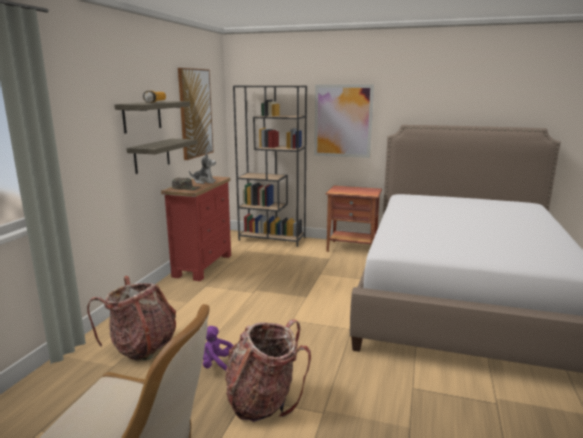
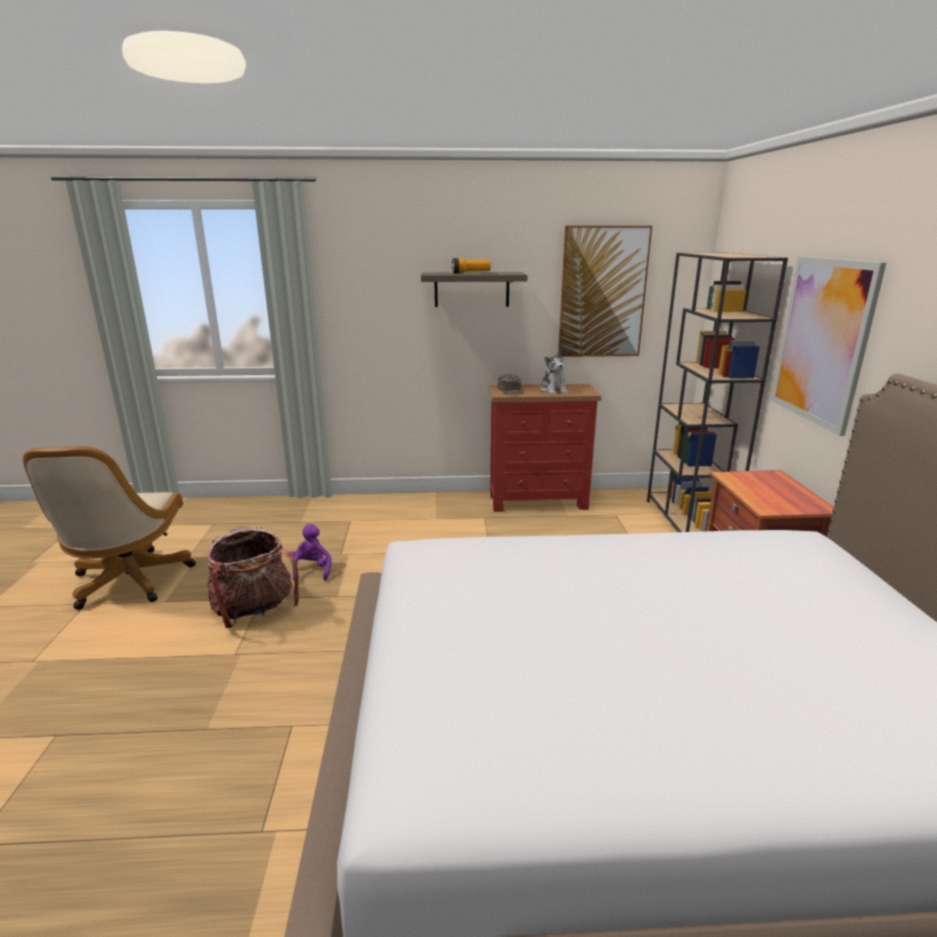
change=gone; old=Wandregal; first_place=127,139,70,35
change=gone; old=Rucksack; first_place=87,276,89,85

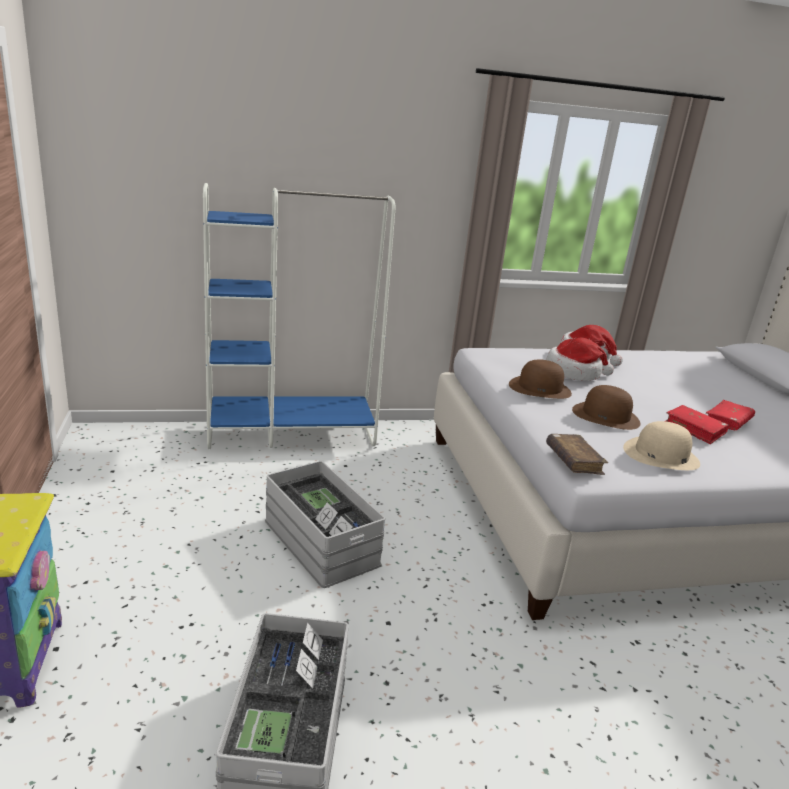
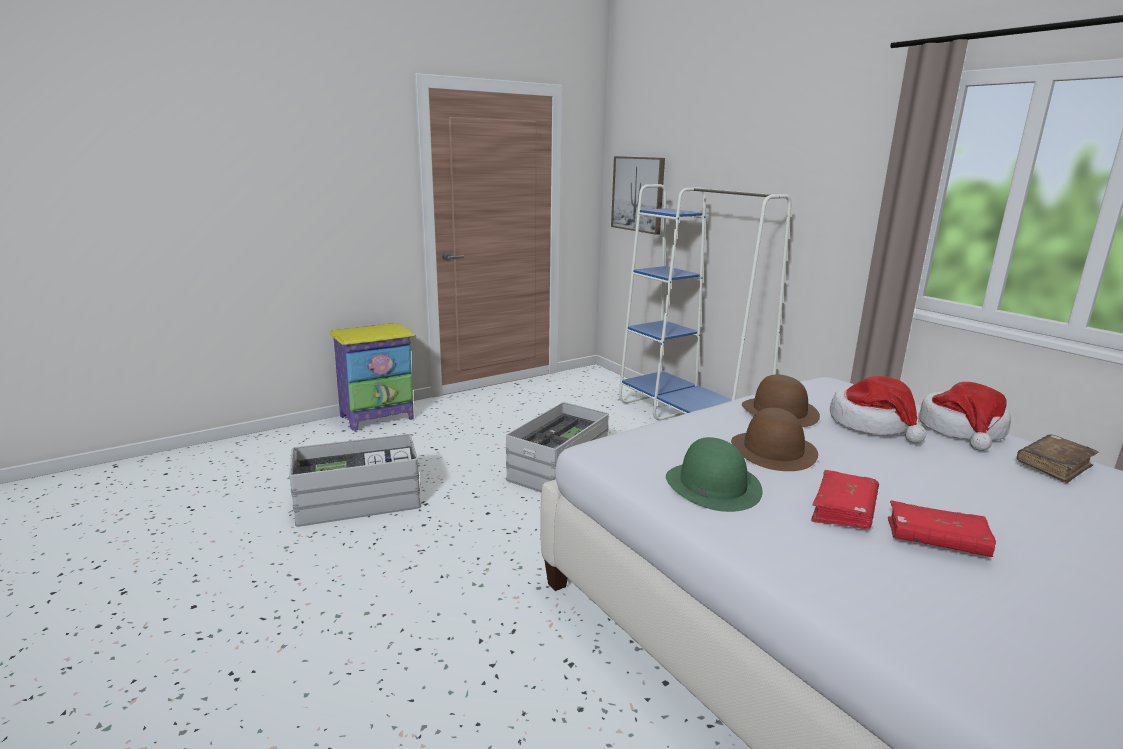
change=repainted; old=Hut [beige]; new=Hut [grün]; first_place=623,421,77,49; second_place=666,437,97,75
change=shifted; old=Buch [braun]; first_place=546,434,62,41; second_place=1017,435,81,49
change=new; new=Bild; second_place=611,156,54,79

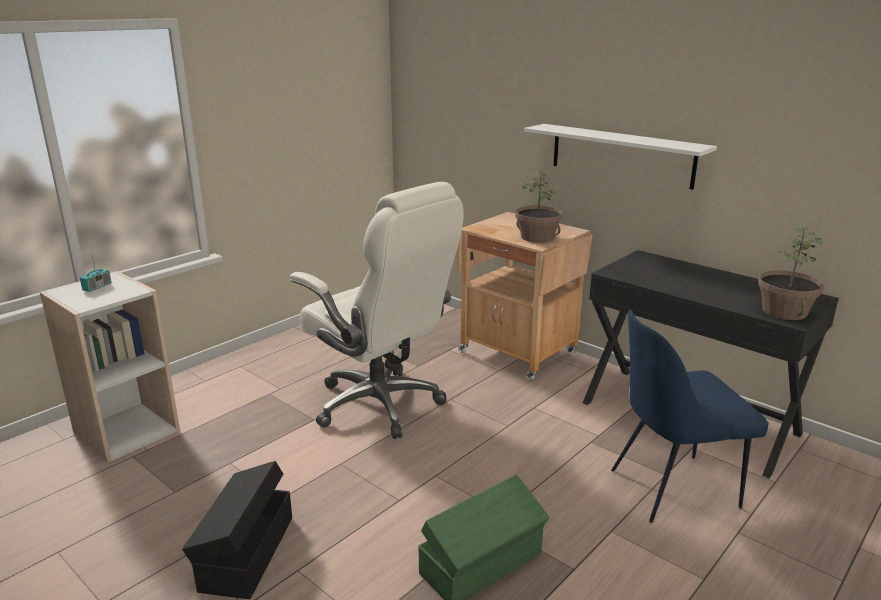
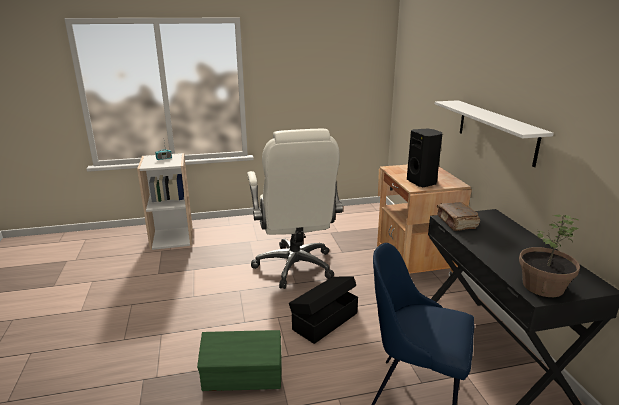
change=swapped; old=Topfpflanze; new=Lautsprecher [schwarz]; first_place=515,171,48,72; second_place=407,129,35,58
change=shifted; old=Aufbewahrungsbox [schwarz]; first_place=182,461,110,138; second_place=289,276,69,68
change=new; new=Buch [braun]; second_place=437,202,43,29

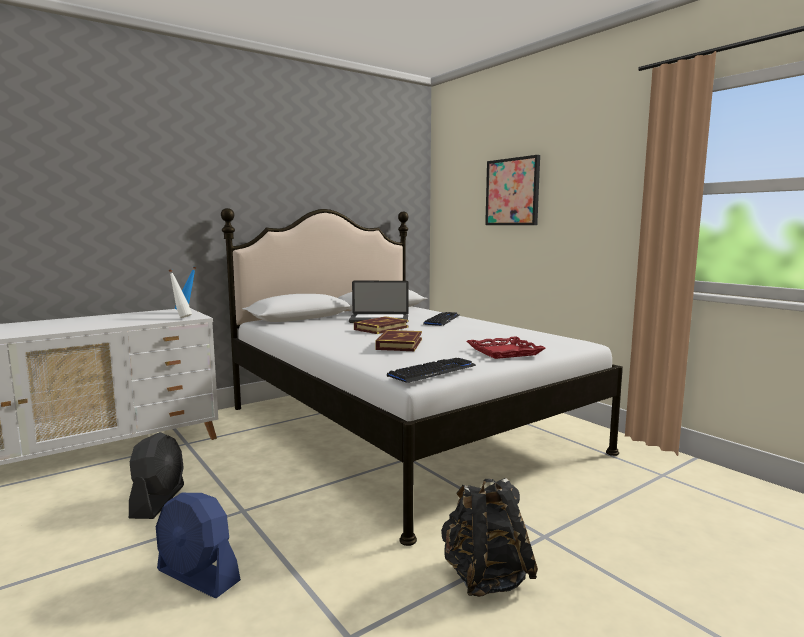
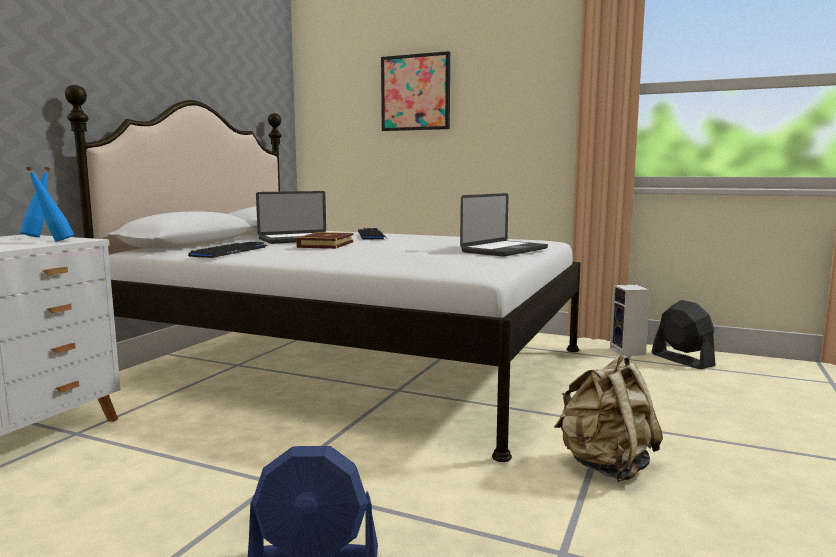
change=repainted; old=Flasche [weiß]; new=Flasche [blau]; first_place=168,269,24,49; second_place=26,166,48,76
change=gone; old=Buch; first_place=376,330,46,21
change=swapped; old=Tablett [rot]; new=Laptop; first_place=467,336,79,23; second_place=460,193,88,64
change=shifted; old=Tastatur; first_place=387,358,89,25; second_place=188,241,80,17
change=shifted; old=Ventilator [schwarz]; first_place=129,432,55,87; second_place=652,300,64,69
change=repainted; old=Rucksack [schwarz]; new=Rucksack [beige]; first_place=441,478,97,119; second_place=554,355,109,127
change=new; new=Lautsprecher; second_place=610,285,40,71

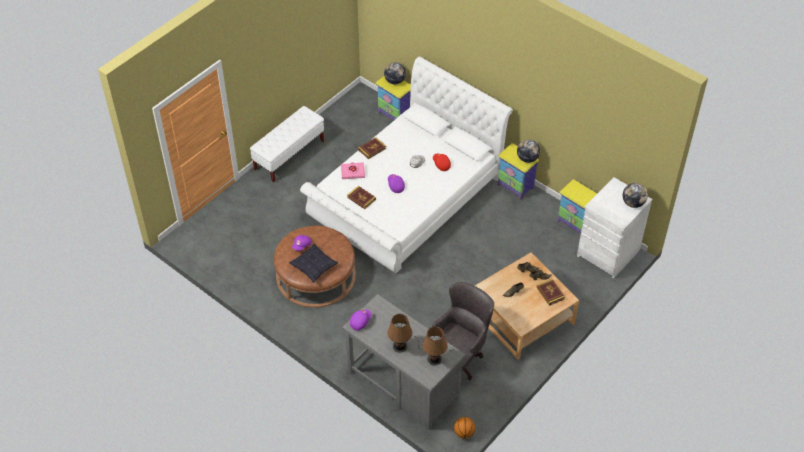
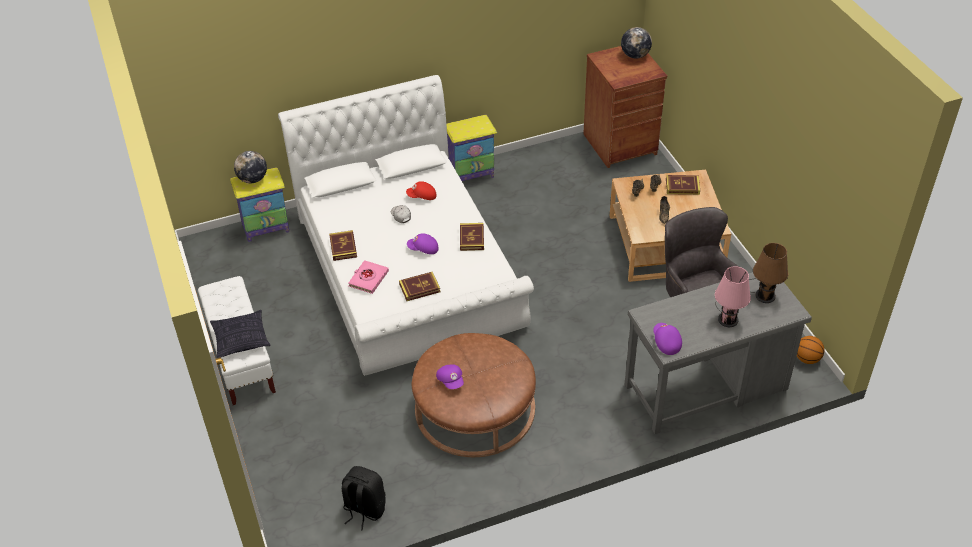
change=gone; old=Globus; first_place=517,139,23,24
change=repainted; old=Kommode [weiß]; new=Kommode [braun]; first_place=577,177,75,102; second_place=583,46,84,122
change=gone; old=Nachttisch; first_place=557,179,40,56
change=shifted; old=Kissen; first_place=289,243,49,40; second_place=210,310,61,48
change=repainted; old=Tischlampe [braun]; new=Tischlampe [rosa]; first_place=387,314,34,39; second_place=715,266,36,61
change=new; new=Buch; second_place=460,223,24,28
change=new; new=Rucksack [schwarz]; second_place=342,466,44,65

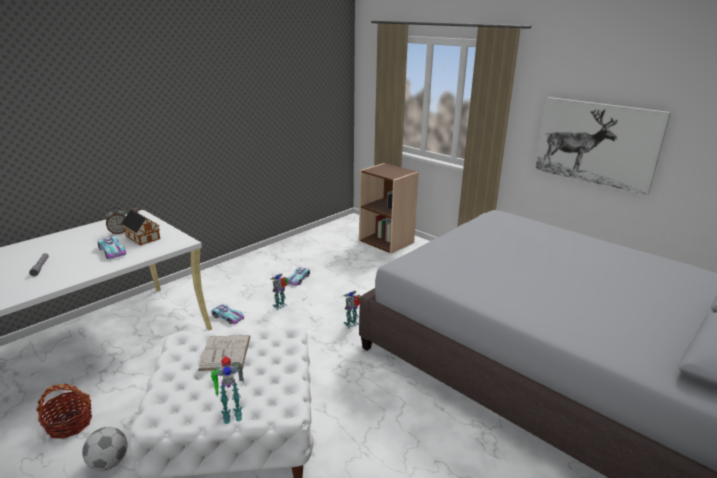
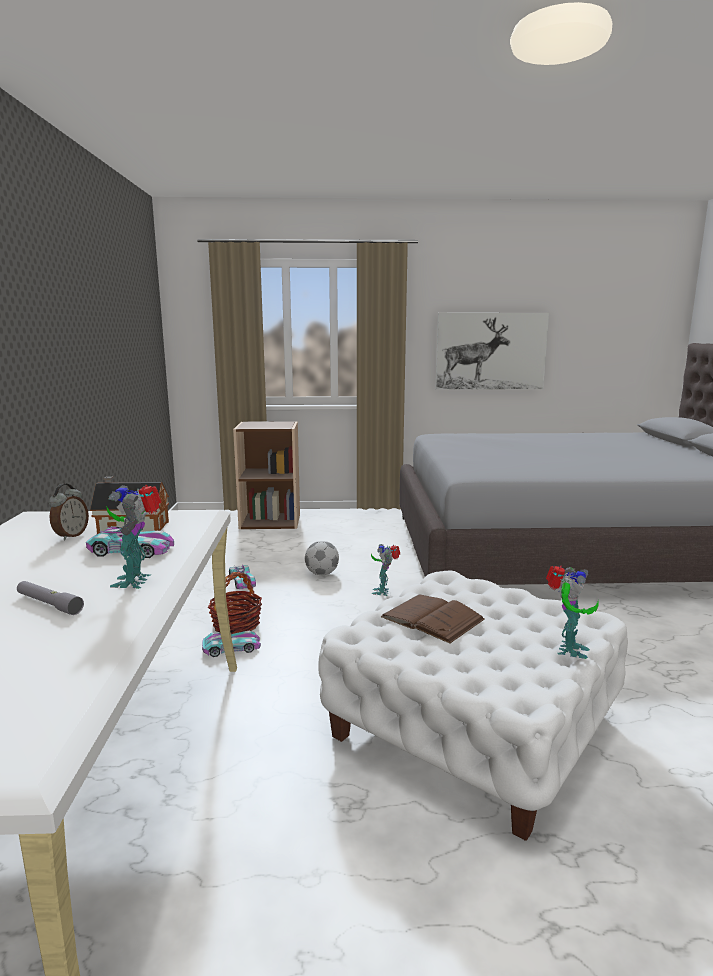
change=shifted; old=Spielzeugroboter; first_place=271,274,18,36; second_place=106,485,55,104
change=repainted; old=Buch [weiß]; new=Buch [braun]; first_place=198,335,52,36; second_place=381,594,104,50
change=shifted; old=Korb; first_place=36,384,56,55; second_place=208,572,54,62
change=shifted; old=Fußball; first_place=82,427,46,44; second_place=305,541,34,34

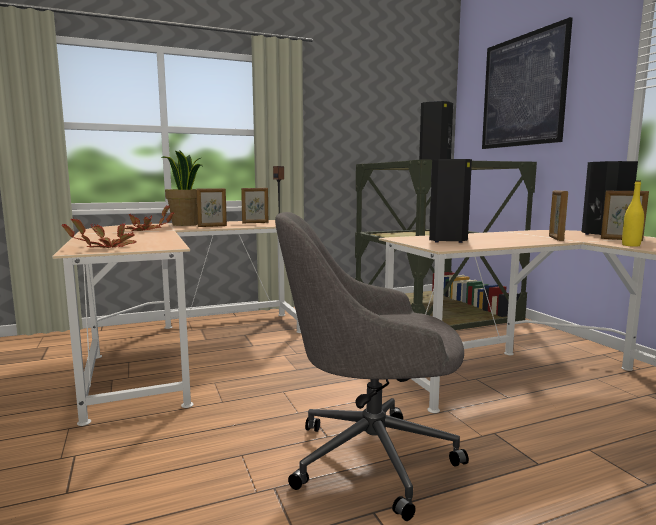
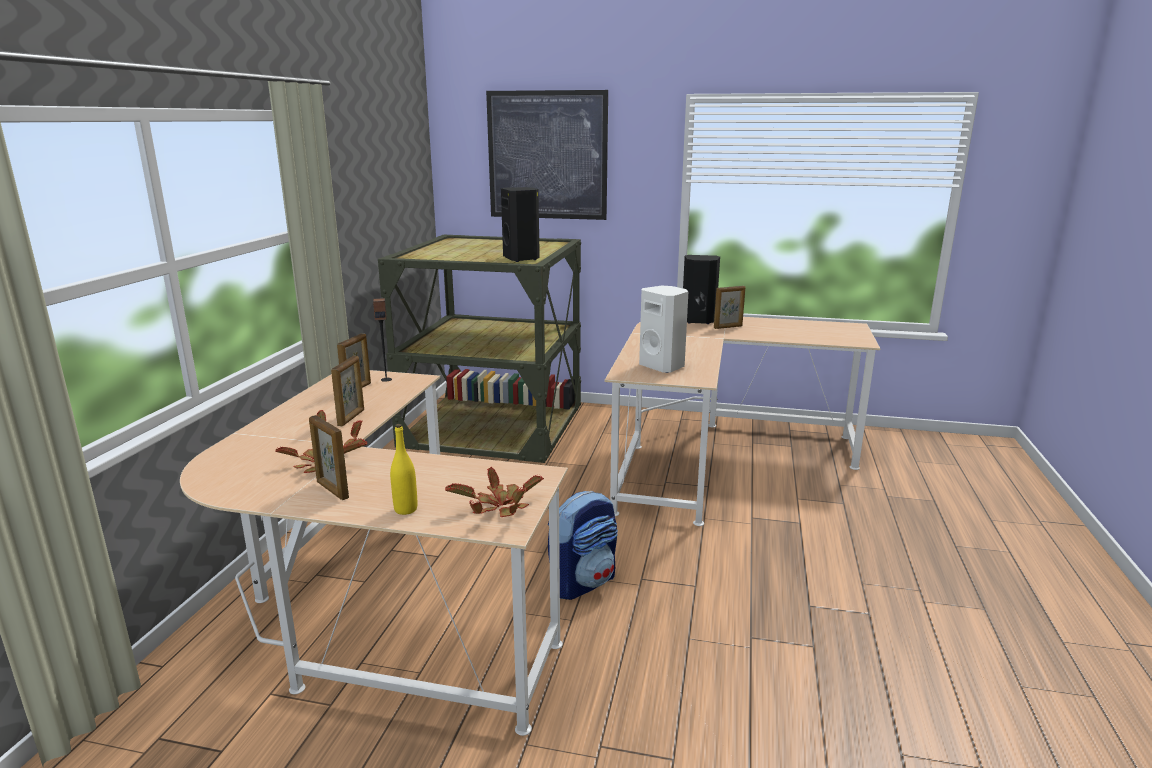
change=gone; old=Topfpflanze; first_place=161,151,42,75
change=repainted; old=Lautsprecher [schwarz]; new=Lautsprecher [weiß]; first_place=429,159,43,84; second_place=639,286,50,87
change=shifted; old=Flasche [gelb]; first_place=622,181,22,66; second_place=390,424,27,91
change=shifted; old=Bilderrahmen; first_place=549,190,19,51; second_place=309,415,40,85
change=gone; old=Bürostuhl [grau]; first_place=275,212,194,309
change=new; new=Rucksack; second_place=548,491,70,109

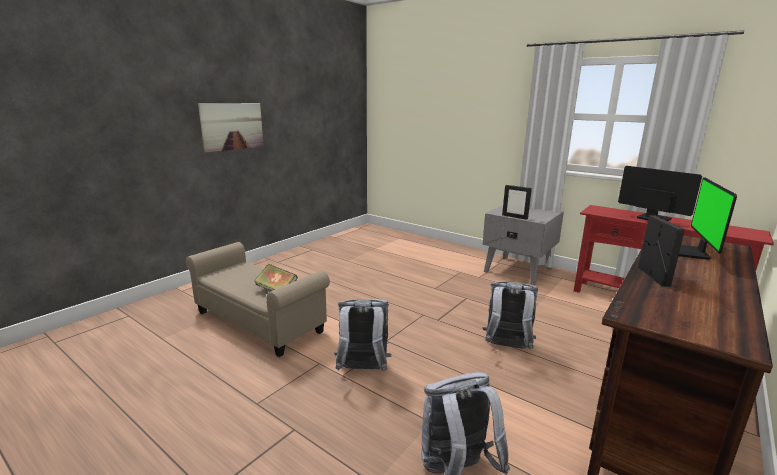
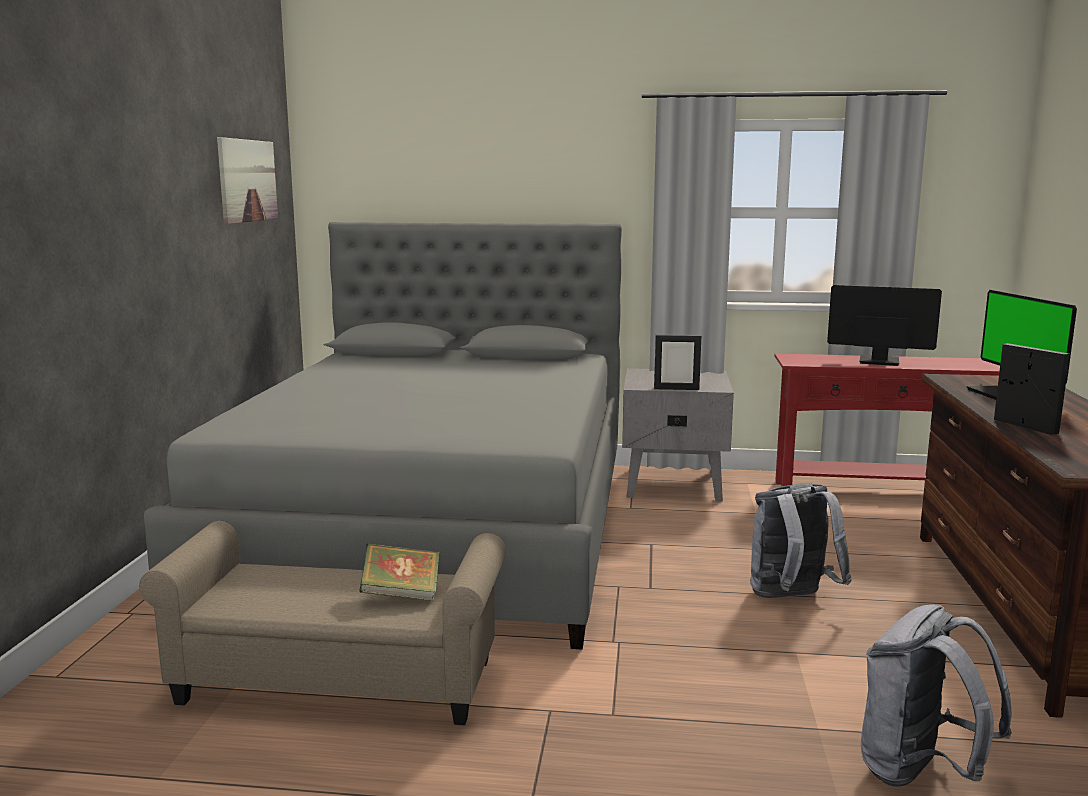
change=shifted; old=Bild; first_place=198,103,66,49; second_place=217,137,61,87
change=gone; old=Rucksack [grau]; first_place=334,299,57,72
change=new; new=Bett [grau]; second_place=144,222,478,428

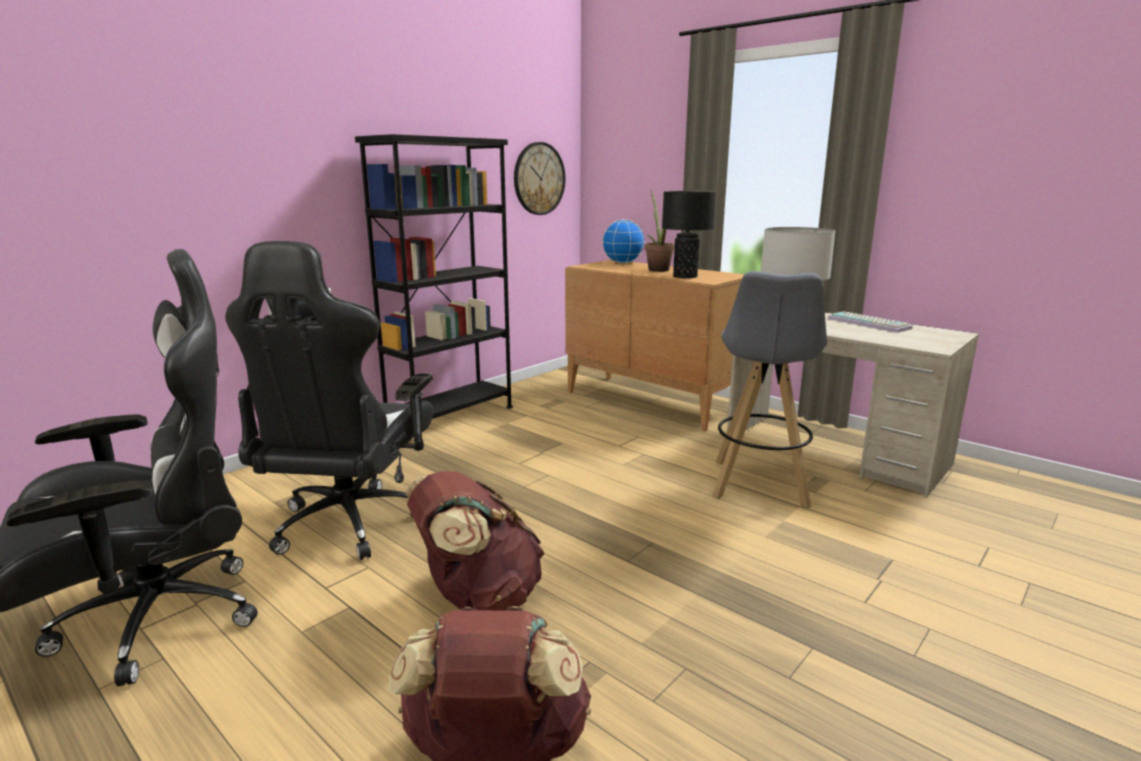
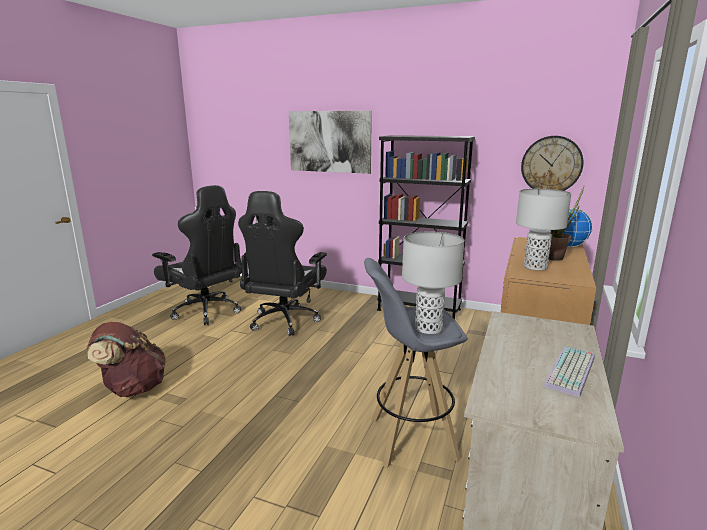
change=repainted; old=Tischlampe [schwarz]; new=Tischlampe [weiß]; first_place=662,191,54,87; second_place=516,189,55,81
change=rotated; old=Bürostuhl [schwarz]; first_place=225,241,209,319; second_place=238,191,89,145; degrees=-60
change=gone; old=Rucksack [braun]; first_place=406,471,139,139
change=new; new=Bild; second_place=289,111,83,63

